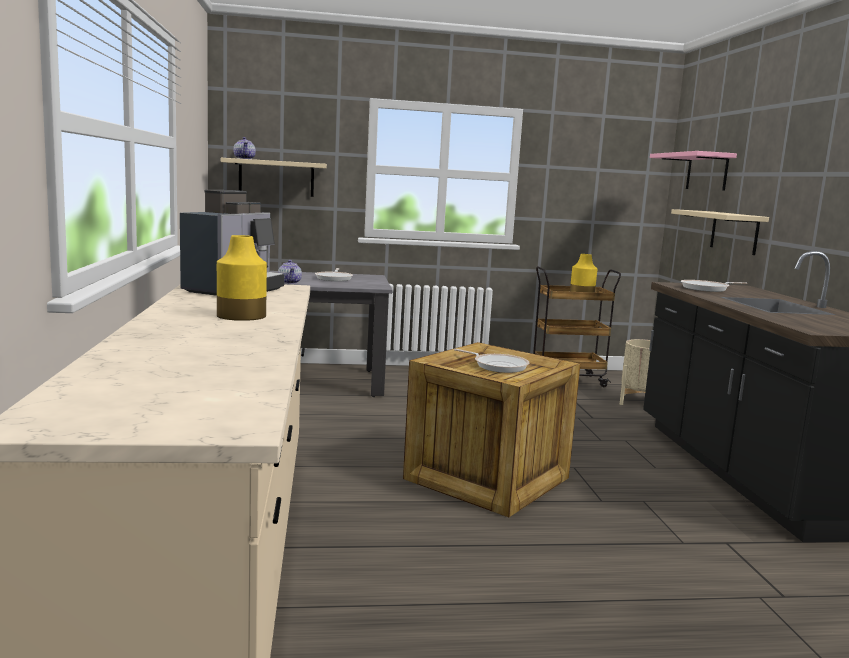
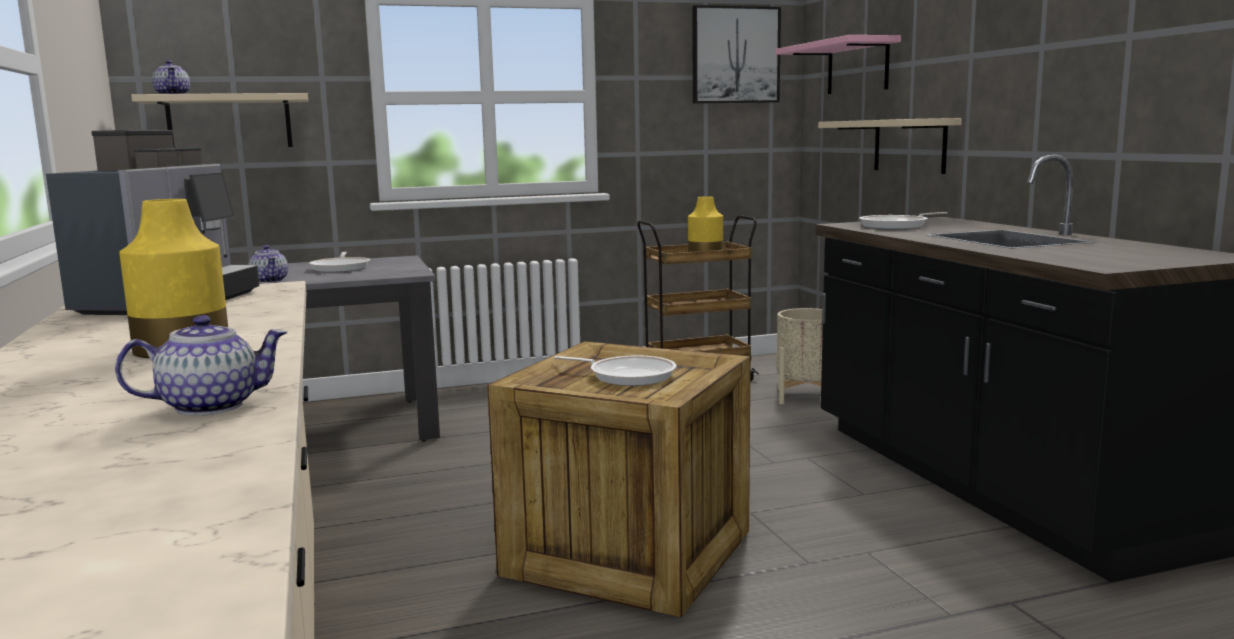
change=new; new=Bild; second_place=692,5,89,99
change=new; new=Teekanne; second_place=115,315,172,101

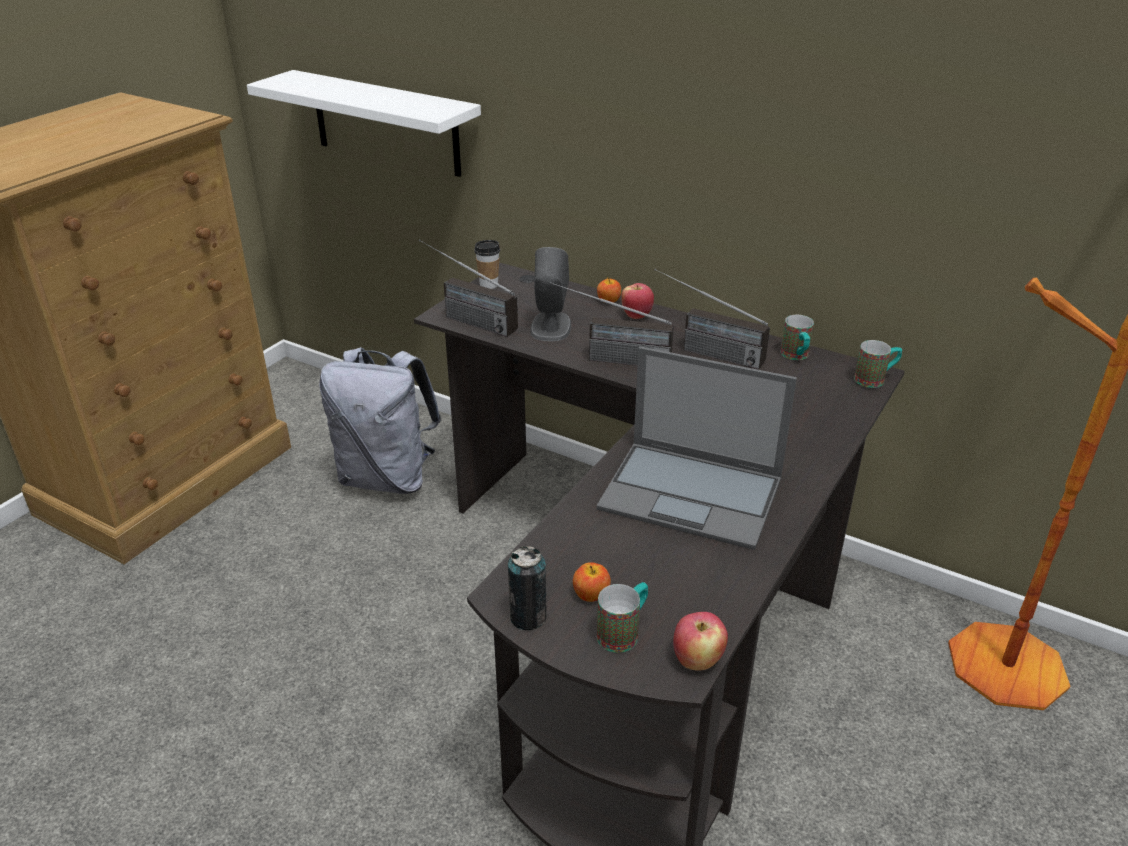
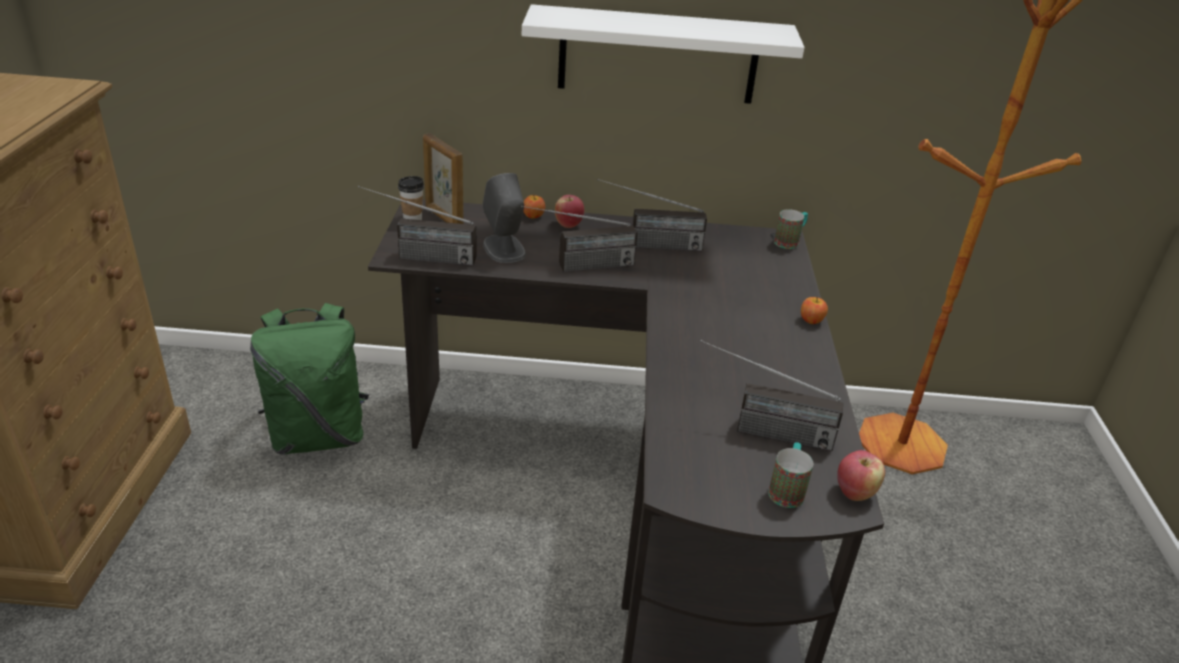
change=shifted; old=Wandregal [weiß]; first_place=247,70,234,107; second_place=522,4,283,100
change=gone; old=Henkelbecher; first_place=781,315,33,45
change=gone; old=Laptop; first_place=596,346,201,204
change=repainted; old=Rucksack [grau]; new=Rucksack [grün]; first_place=319,347,122,147; second_place=250,303,119,152
change=gone; old=Dose; first_place=508,546,39,84
change=shifted; old=Apfel; first_place=573,562,38,40; second_place=801,297,27,27
change=new; new=Bilderrahmen; second_place=423,133,41,91
change=new; new=Radio; second_place=700,340,143,111

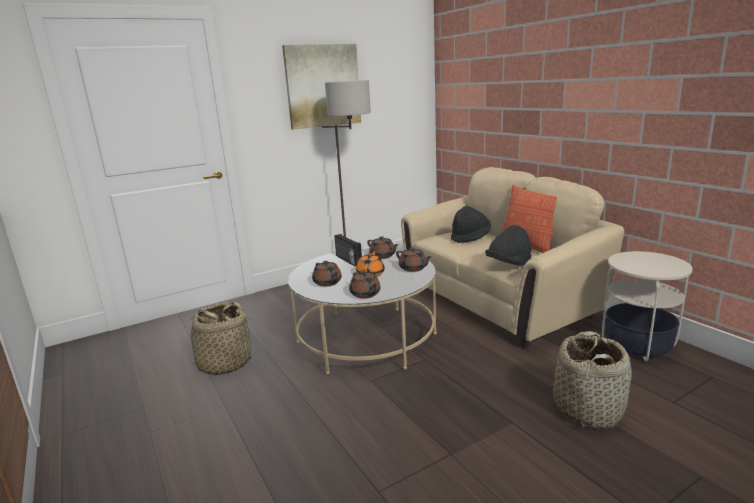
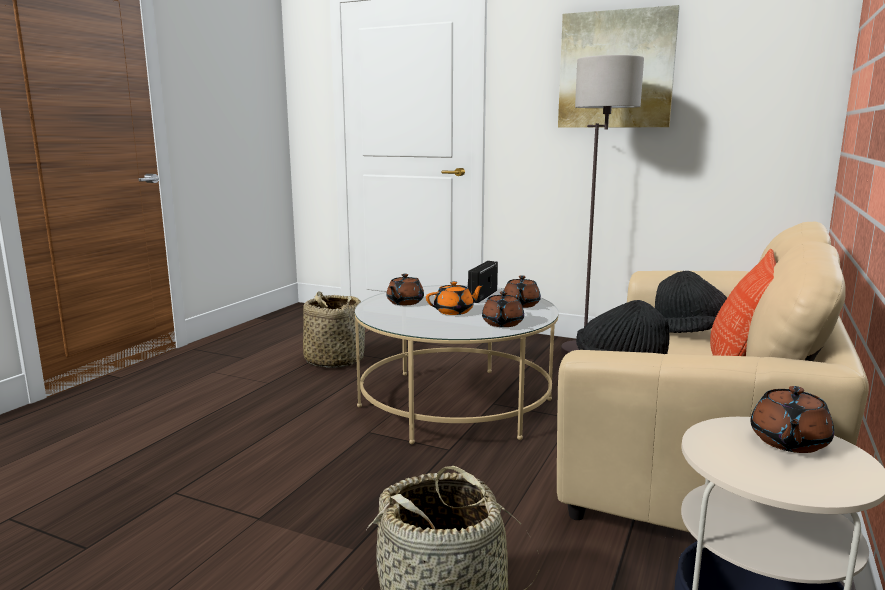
change=shifted; old=Teekanne [braun]; first_place=349,271,32,27; second_place=750,386,84,67

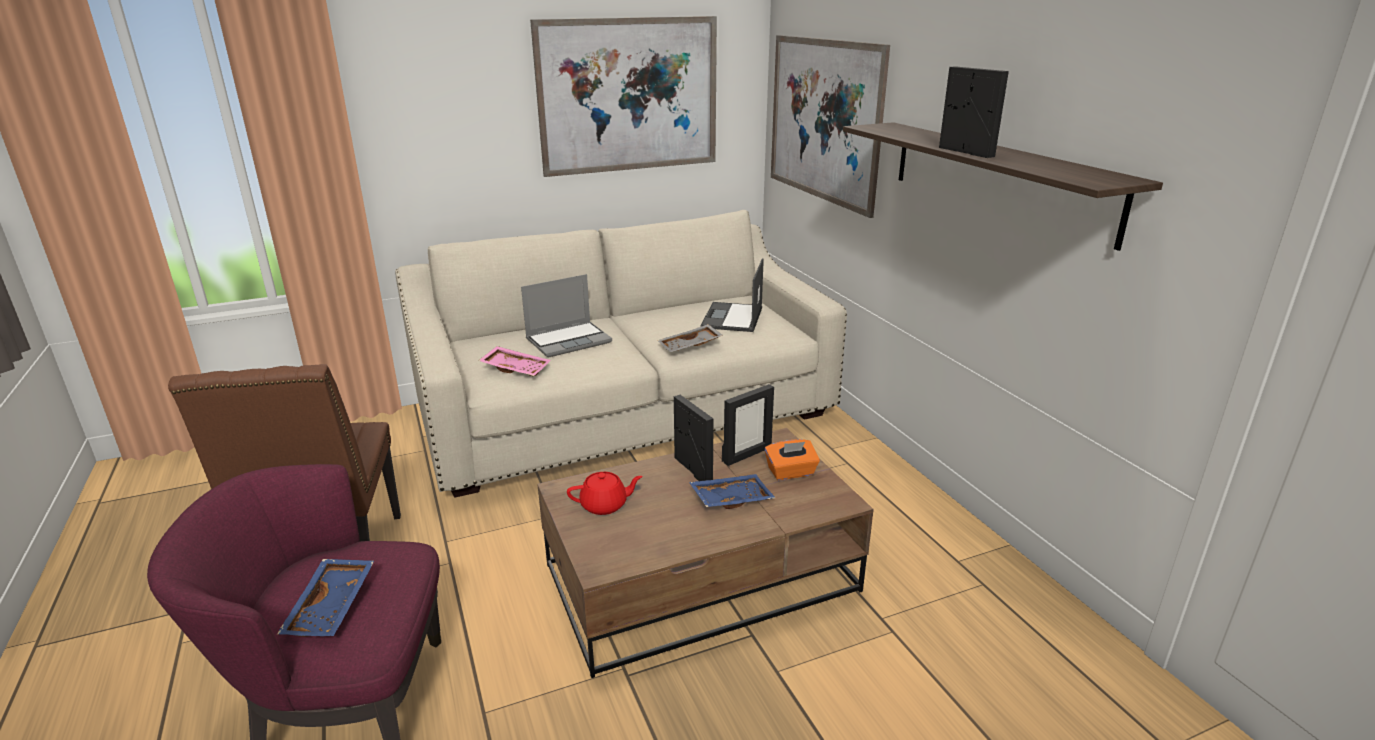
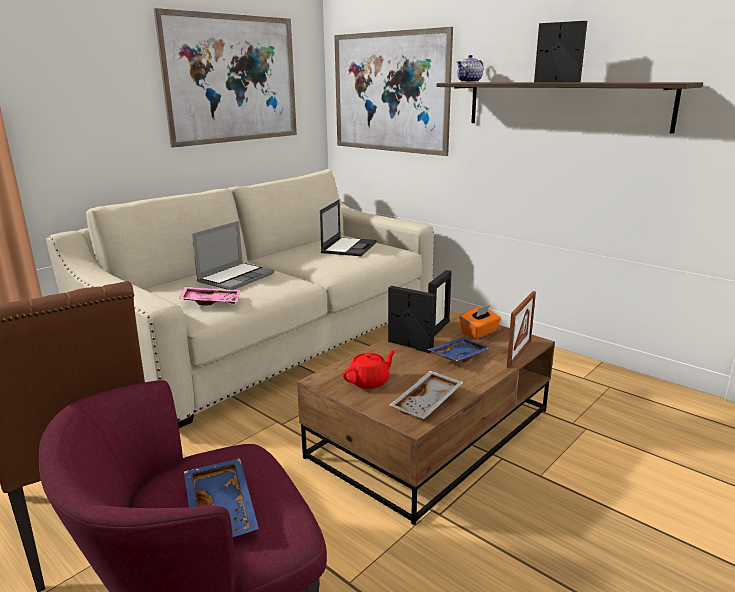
change=rotated; old=Laptop; first_place=700,258,64,74; second_place=320,200,57,56; degrees=-150
change=shifted; old=Tablett [grau]; first_place=658,324,65,28; second_place=389,371,75,48
change=new; new=Teekanne; second_place=457,55,27,27
change=new; new=Bilderrahmen; second_place=507,291,29,77

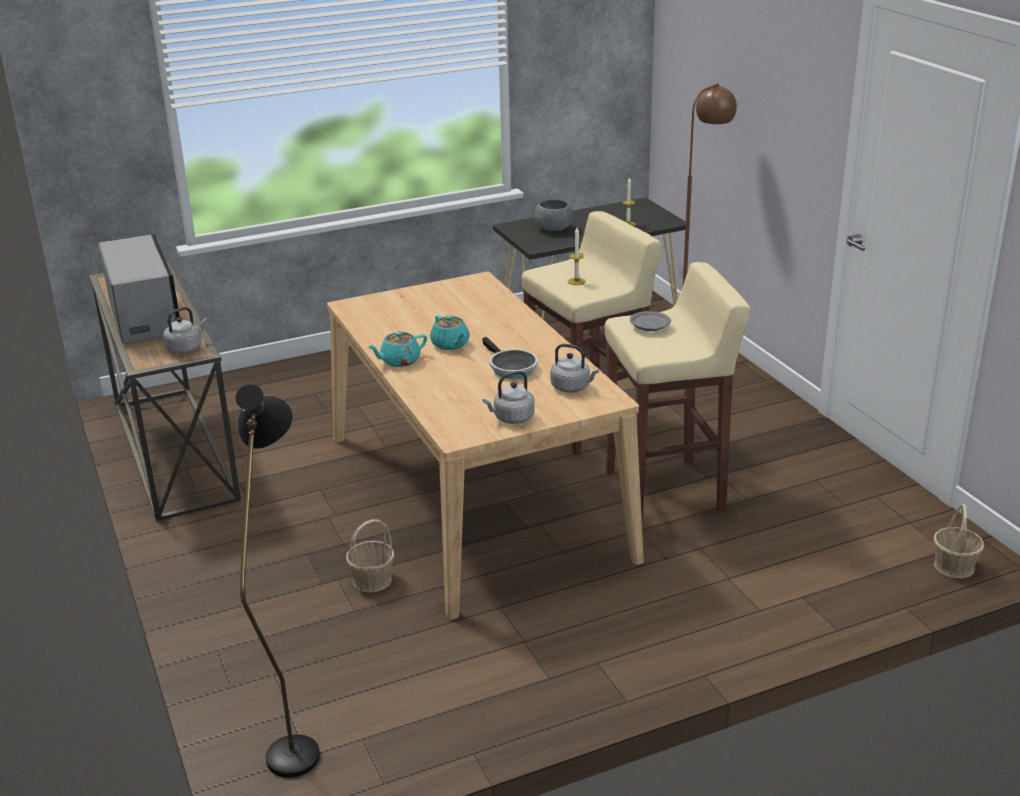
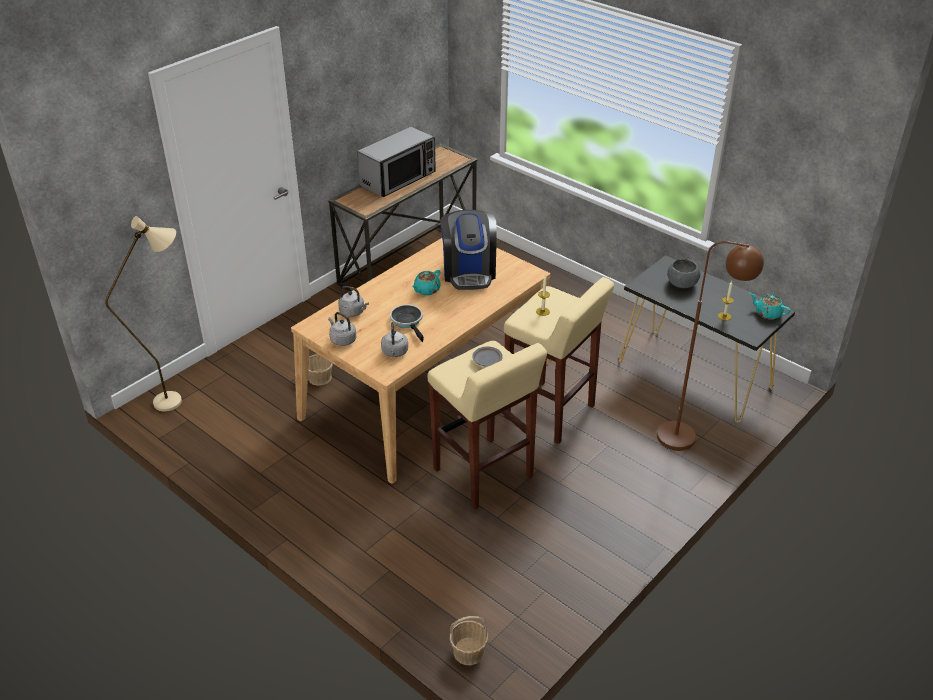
change=shifted; old=Wasserkessel [grau]; first_place=163,307,44,47; second_place=338,286,31,31
change=shifted; old=Teekanne [türkis]; first_place=368,331,59,36; second_place=750,293,41,26
change=rotated; old=Pfanne; first_place=482,337,56,42; second_place=390,304,34,38; degrees=120
change=repainted; old=Stehlampe [schwarz]; new=Stehlampe [beige]; first_place=236,384,84,394; second_place=105,216,77,196
change=new; new=Kaffeemaschine; second_place=440,210,57,80

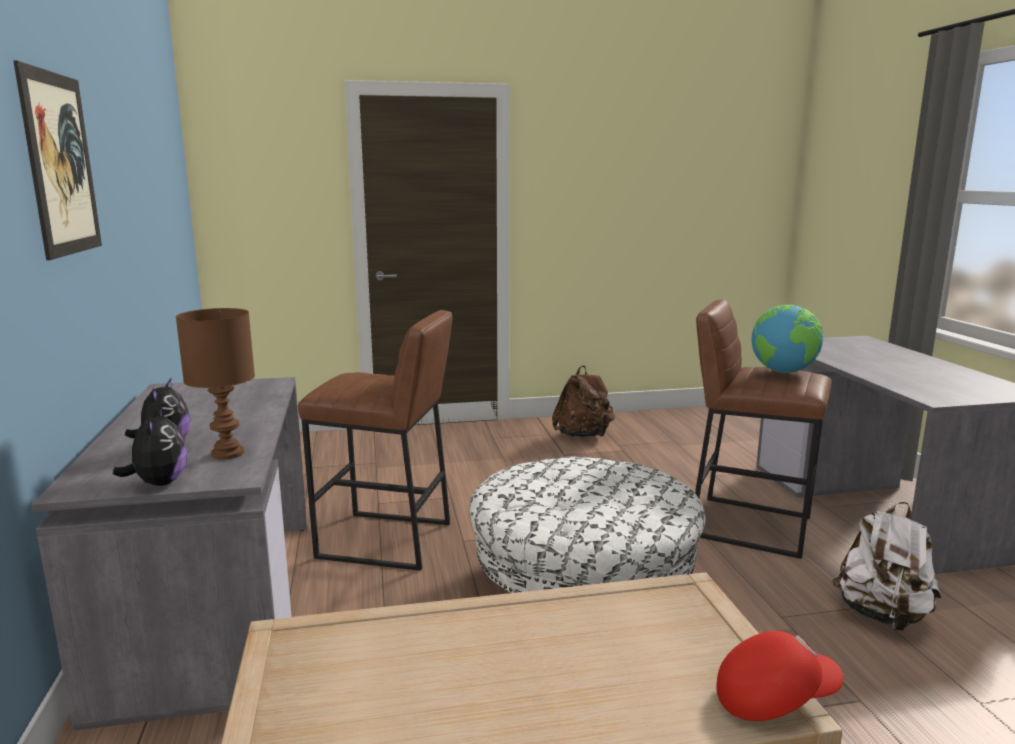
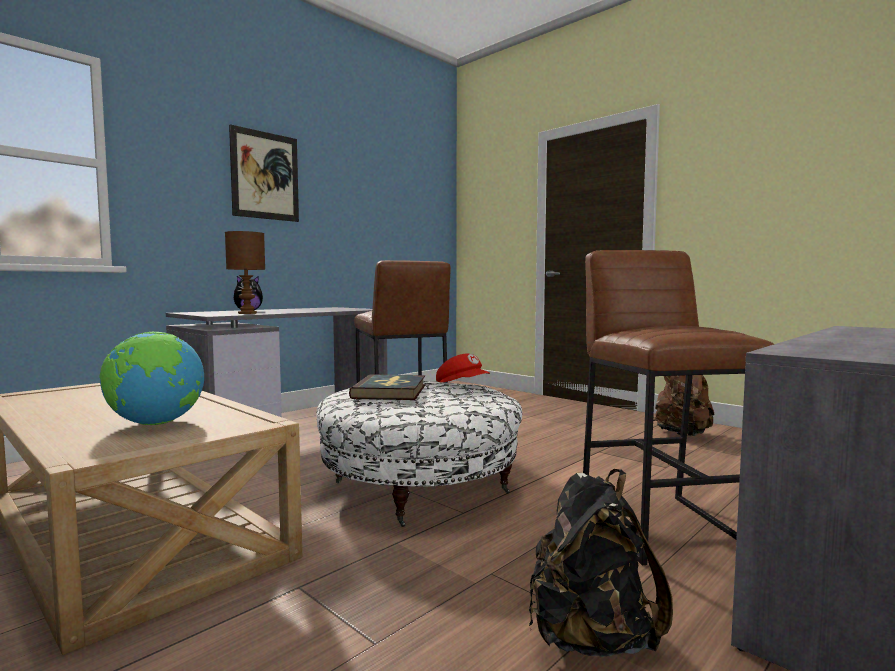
change=shifted; old=Globus; first_place=752,305,71,68; second_place=99,332,105,93
change=gone; old=Plüschtier; first_place=113,404,74,82
change=repainted; old=Rucksack [weiß]; new=Rucksack [schwarz]; first_place=832,502,109,129; second_place=529,469,144,188
change=shifted; old=Kappe [rot]; first_place=716,631,127,90; second_place=436,354,54,28
change=new; new=Buch; second_place=349,374,76,26

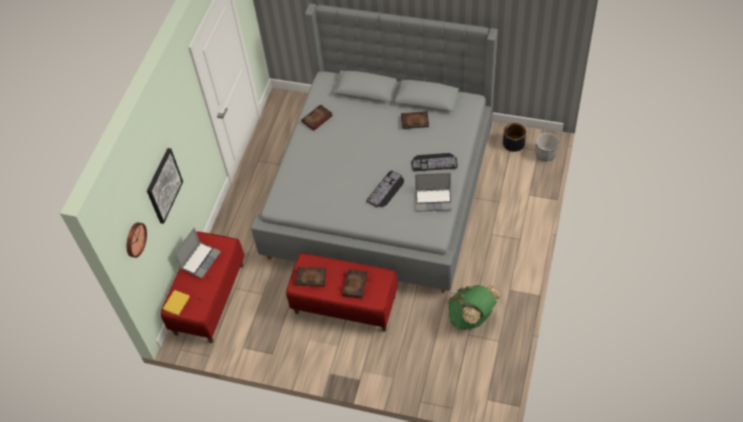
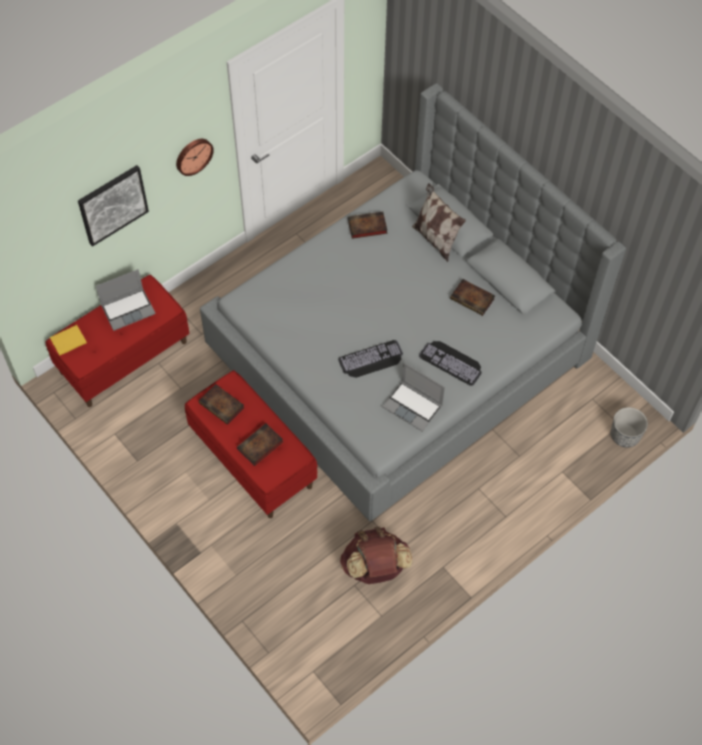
change=gone; old=Pflanzkübel [schwarz]; first_place=503,123,23,29
change=shifted; old=Wanduhr; first_place=127,222,20,36; second_place=176,139,38,37
change=repainted; old=Rucksack [grün]; new=Rucksack [braun]; first_place=448,284,54,46; second_place=340,527,72,57
change=new; new=Kissen; second_place=412,183,54,79

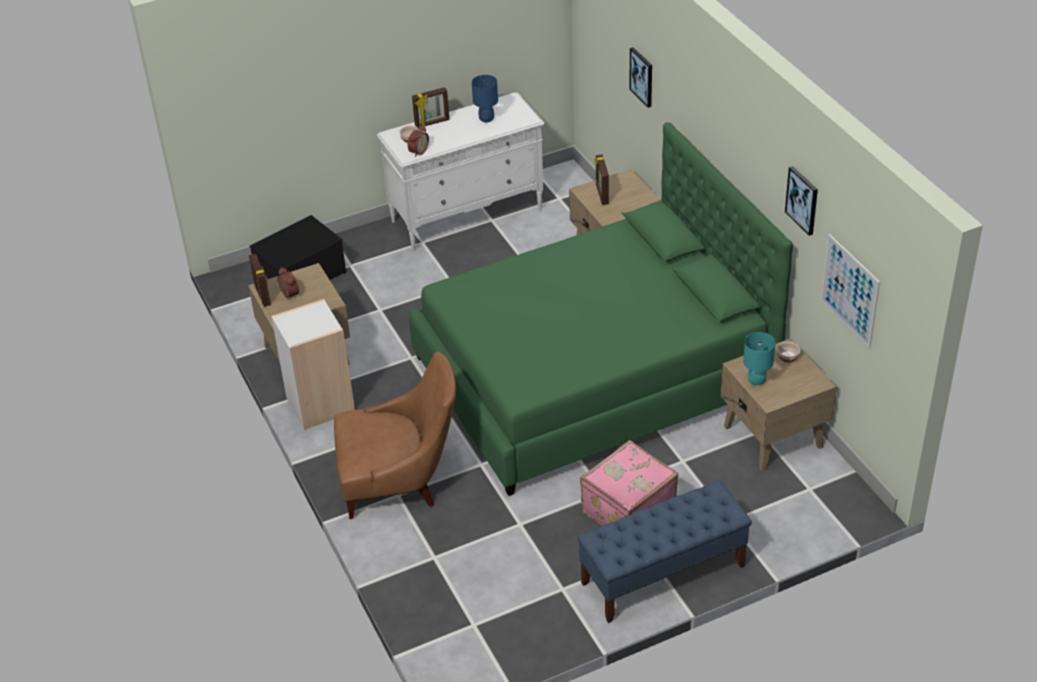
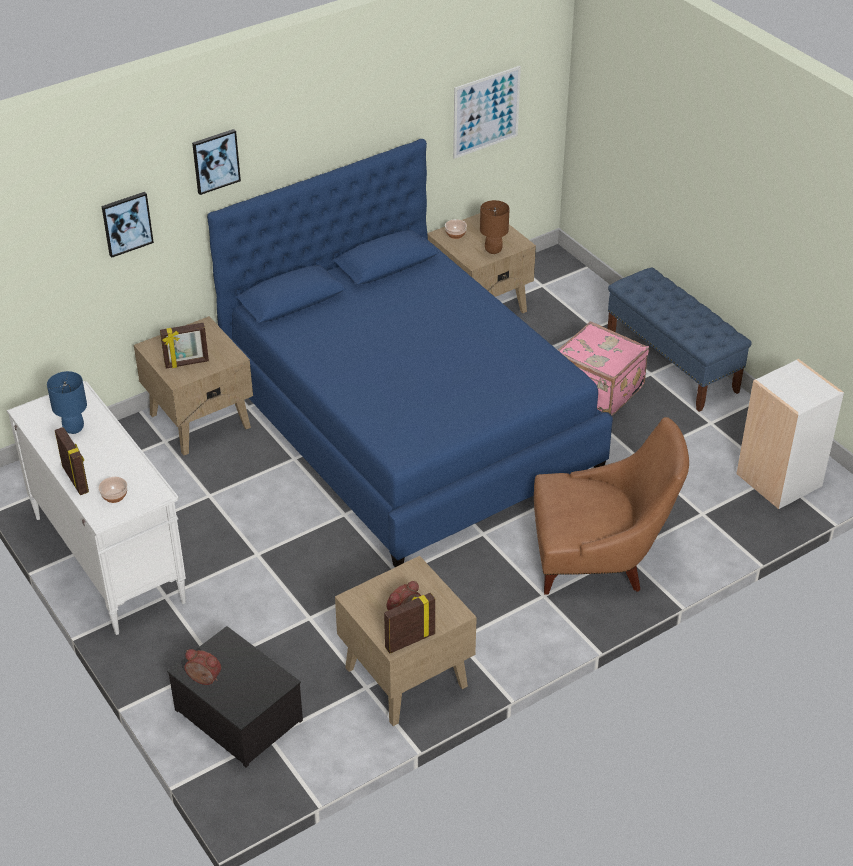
change=repainted; old=Bett [grün]; new=Bett [blau]; first_place=409,122,384,374; second_place=207,139,406,428
change=shifted; old=Wecker; first_place=408,125,21,32; second_place=185,649,36,36
change=shifted; old=Bild; first_place=785,166,33,70; second_place=192,129,49,66
change=shifted; old=Bücherregal; first_place=271,299,84,131; second_place=736,359,108,150
change=repainted; old=Tischlampe [türkis]; new=Tischlampe [braun]; first_place=743,332,32,53; second_place=480,200,30,54
change=rotated; old=Sessel [braun]; first_place=334,352,122,167; second_place=534,417,155,178; degrees=105

